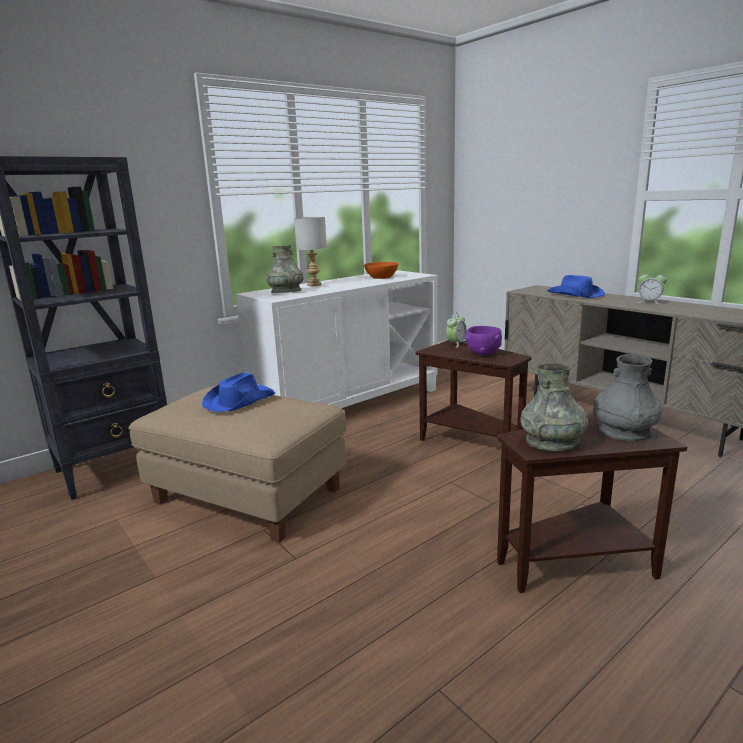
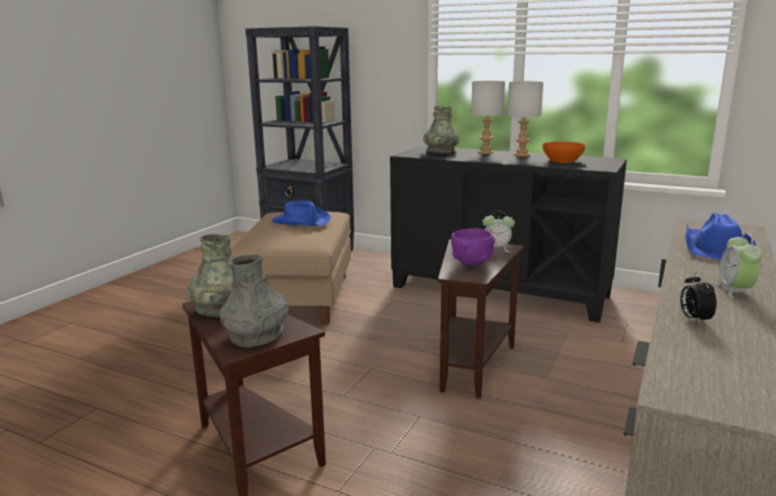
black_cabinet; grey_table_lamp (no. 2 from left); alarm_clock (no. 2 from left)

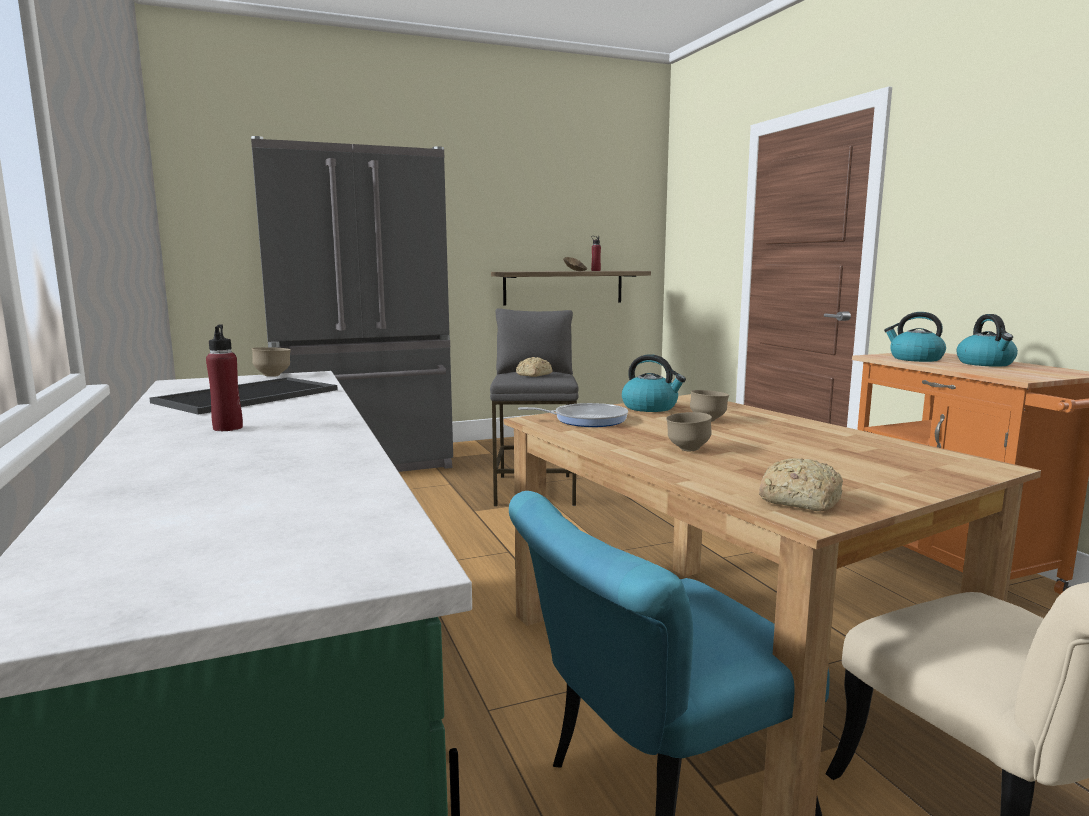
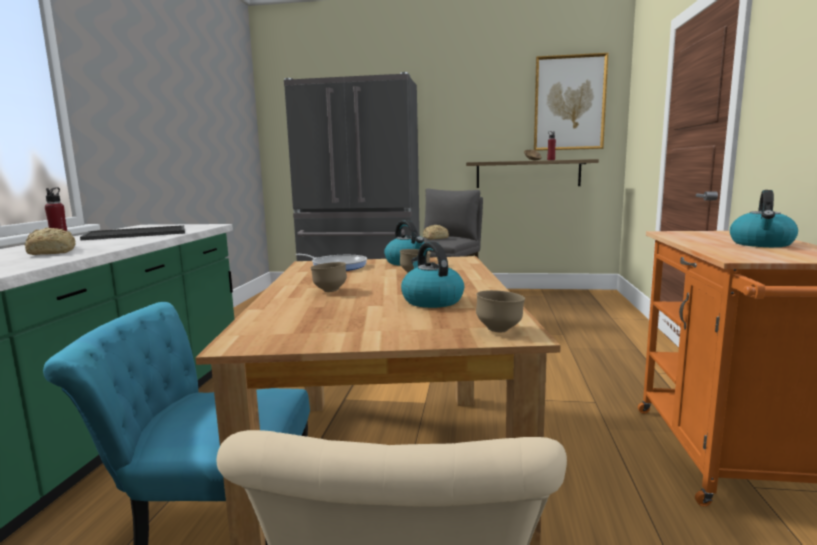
kettle (no. 2 from left); brown_bowl (no. 3 from left); bread (no. 1 from left); picture

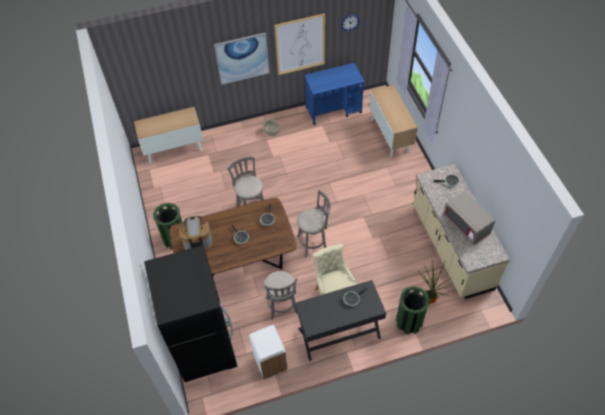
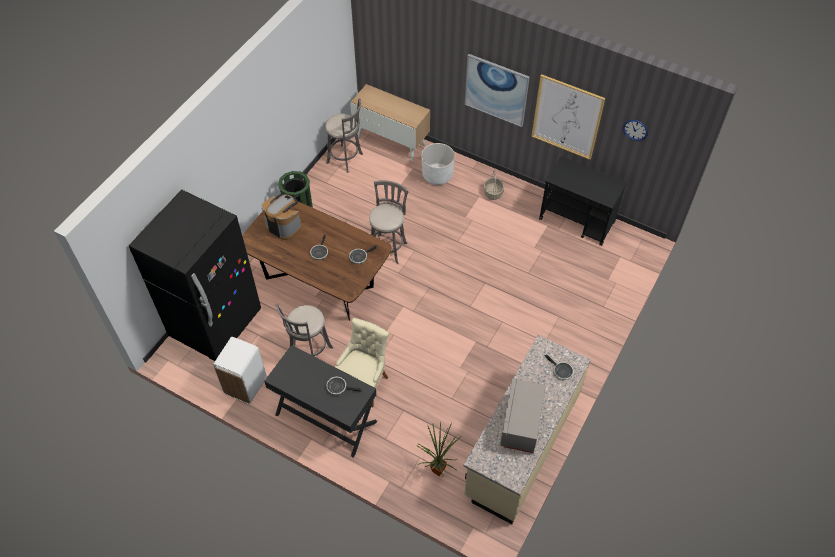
black_cart; cabinet (no. 2 from left in the first image); grey_stool (no. 2 from left); green_trash_can (no. 2 from left in the first image); white_planter

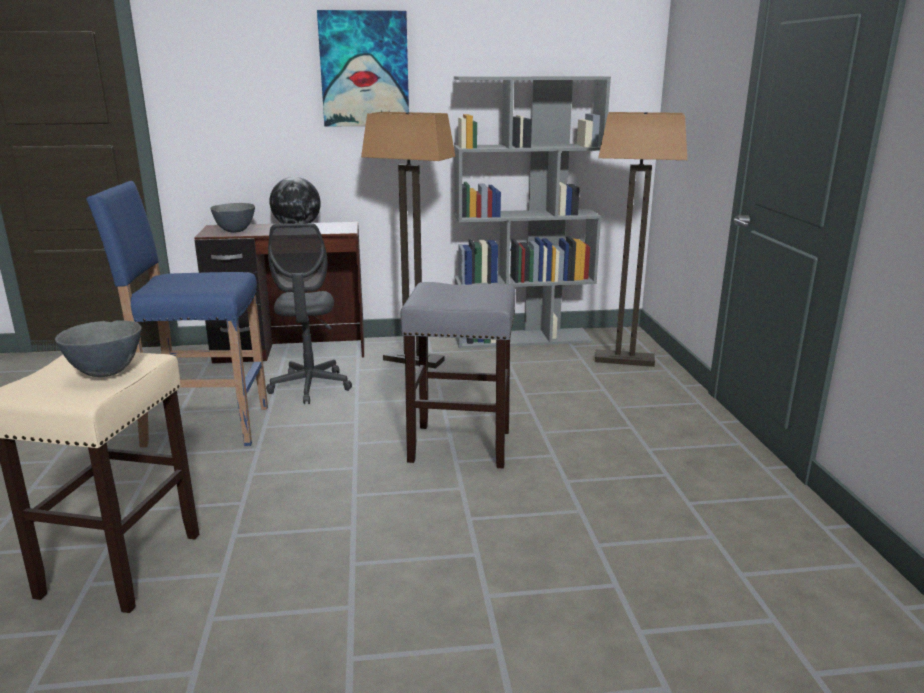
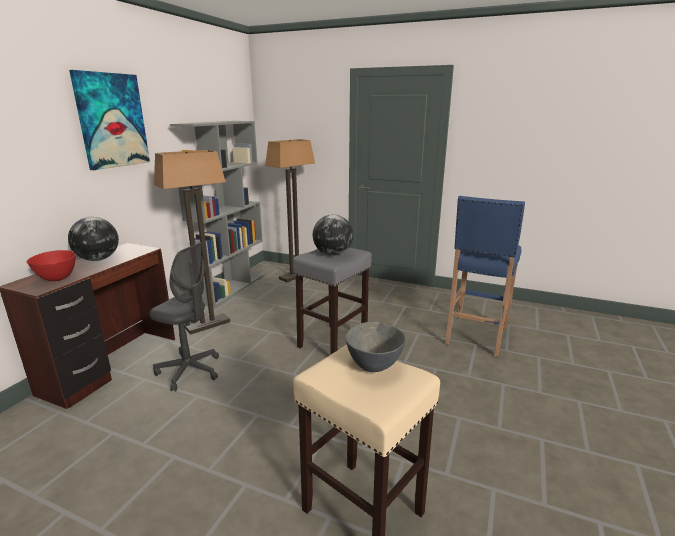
blue_stool; red_bowl; globe (no. 2 from left)

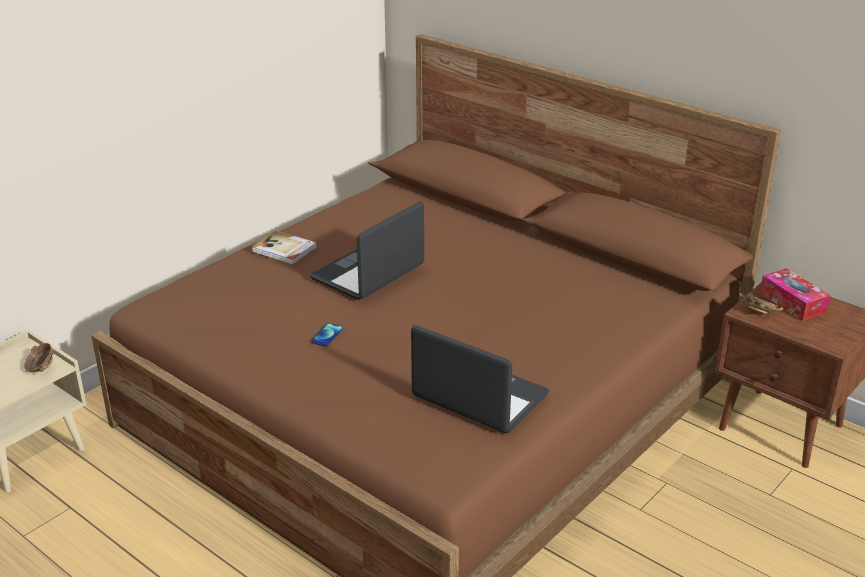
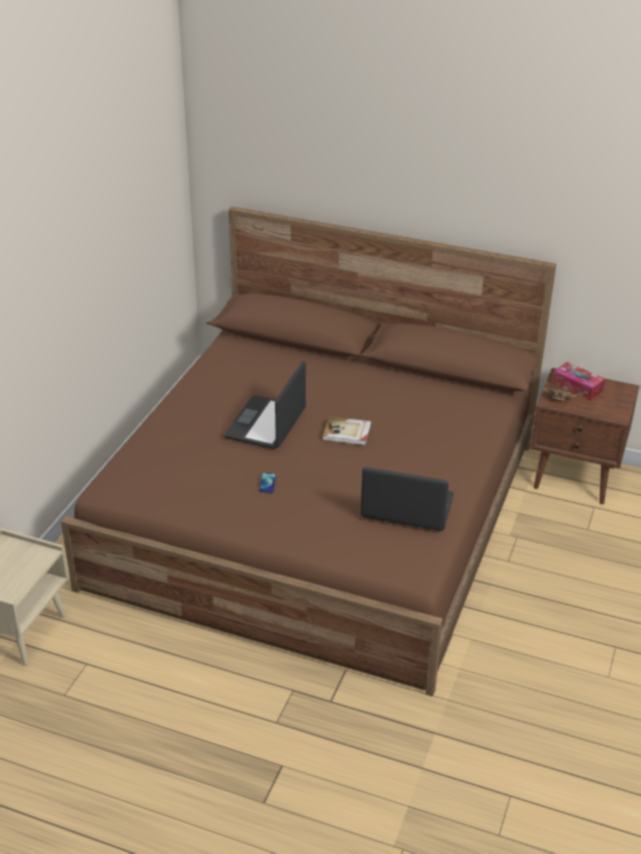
book; bowl (no. 1 from left in the first image)

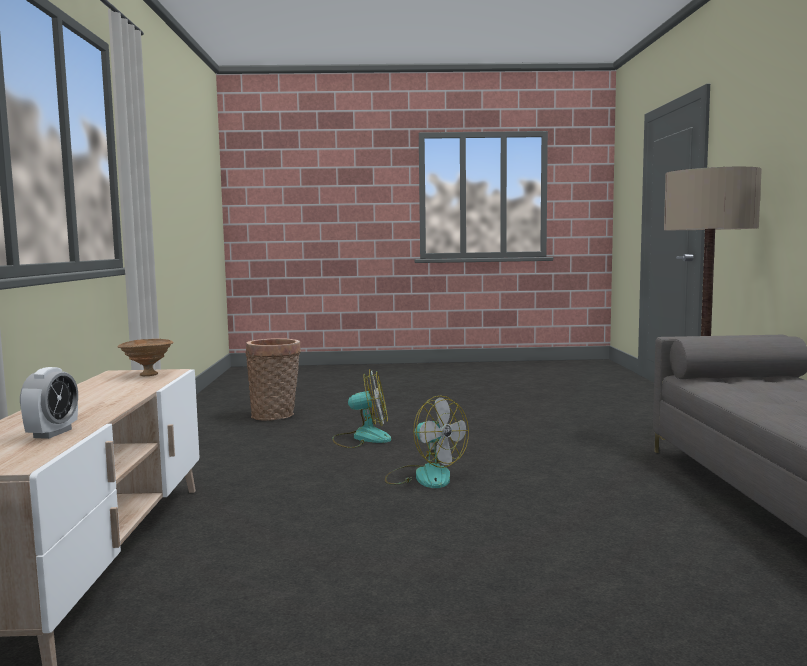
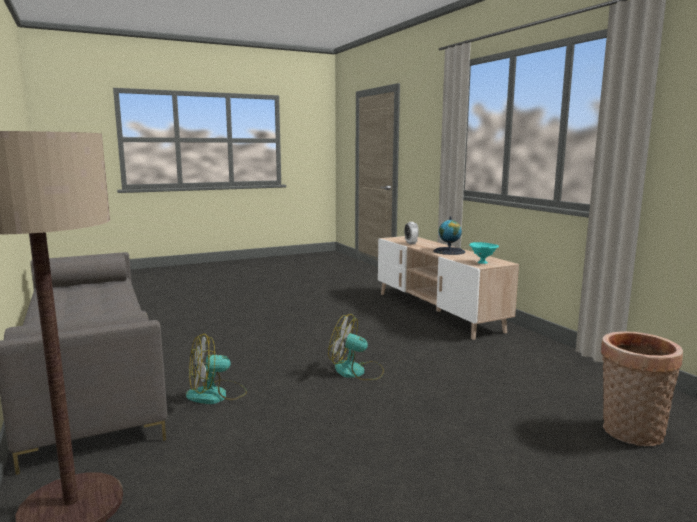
turquoise_bowl; fan (no. 1 from left); globe

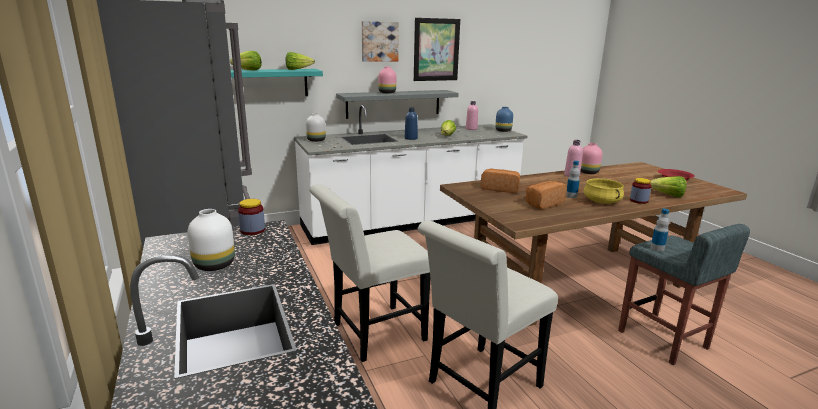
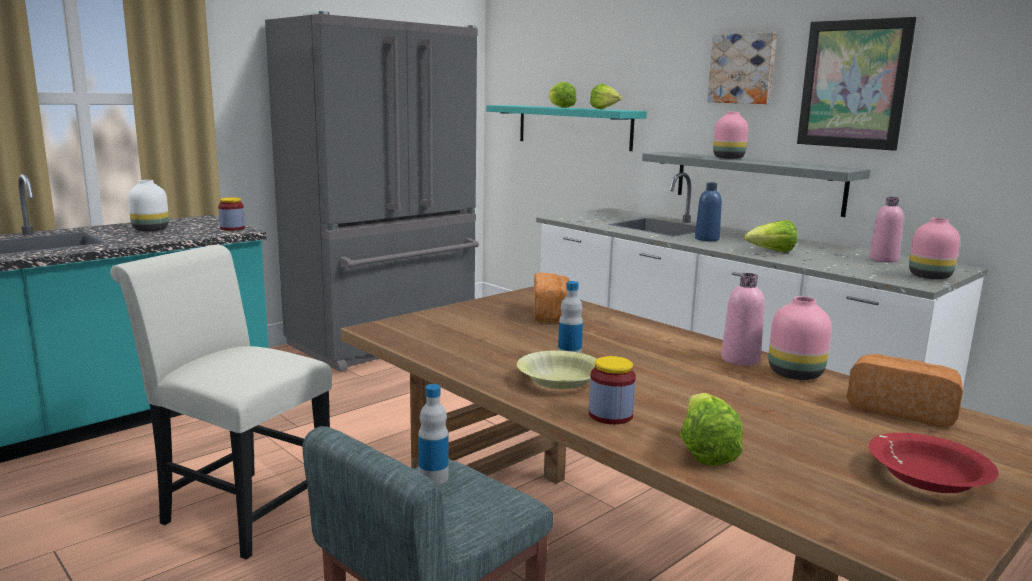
pink_vase (no. 3 from left); white_vase (no. 2 from left in the first image); yellow_bowl; bread (no. 2 from left); white_chair (no. 1 from left in the first image)

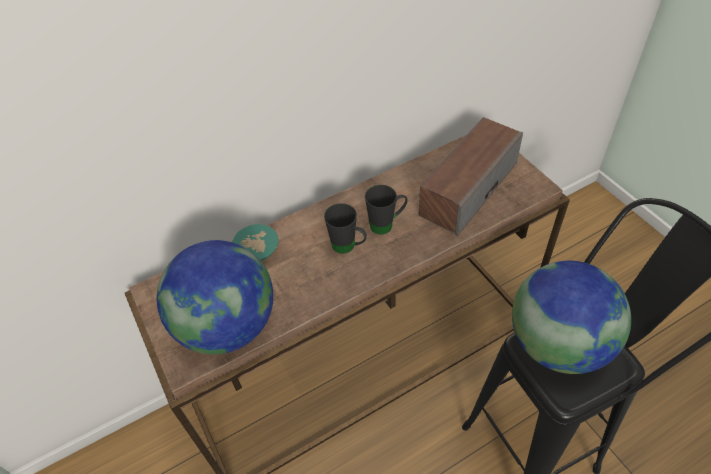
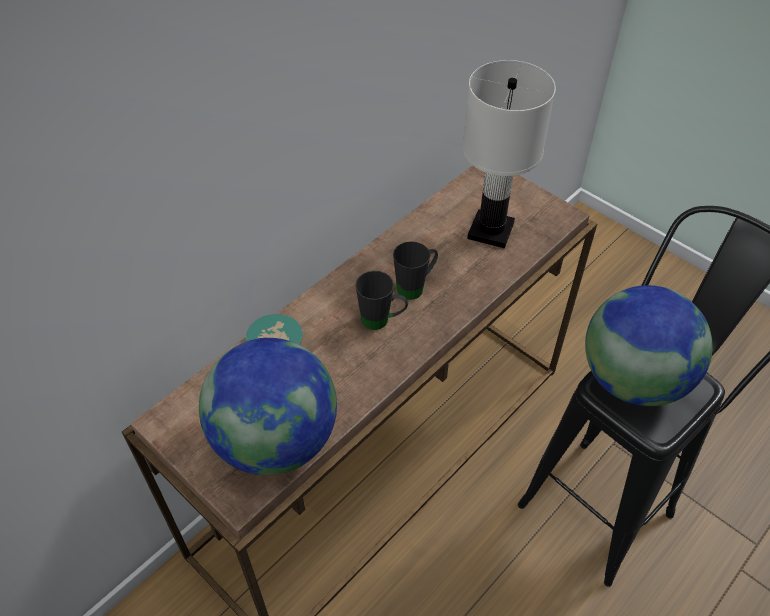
white_table_lamp

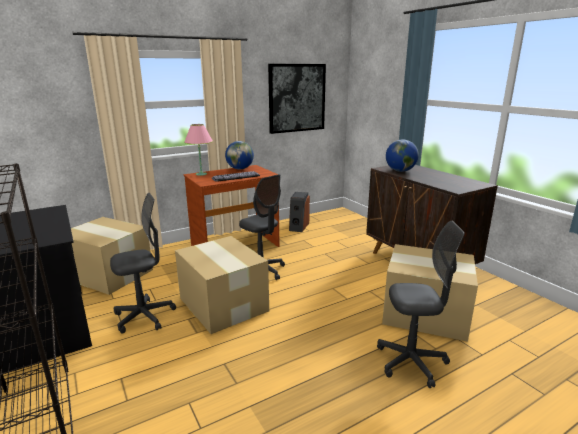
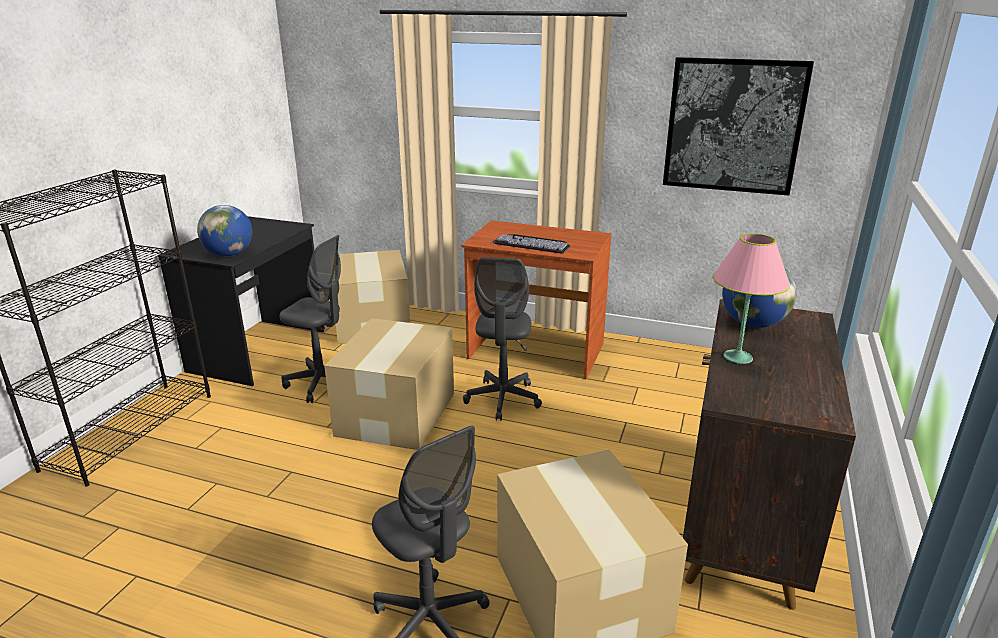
pink_table_lamp; globe (no. 1 from left); speaker

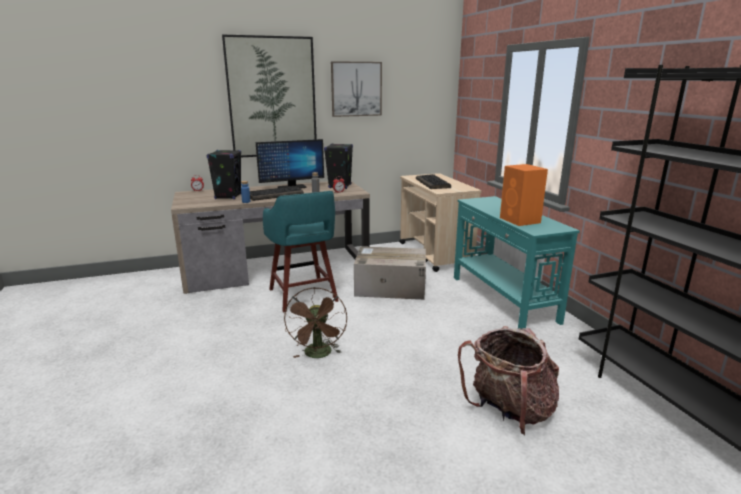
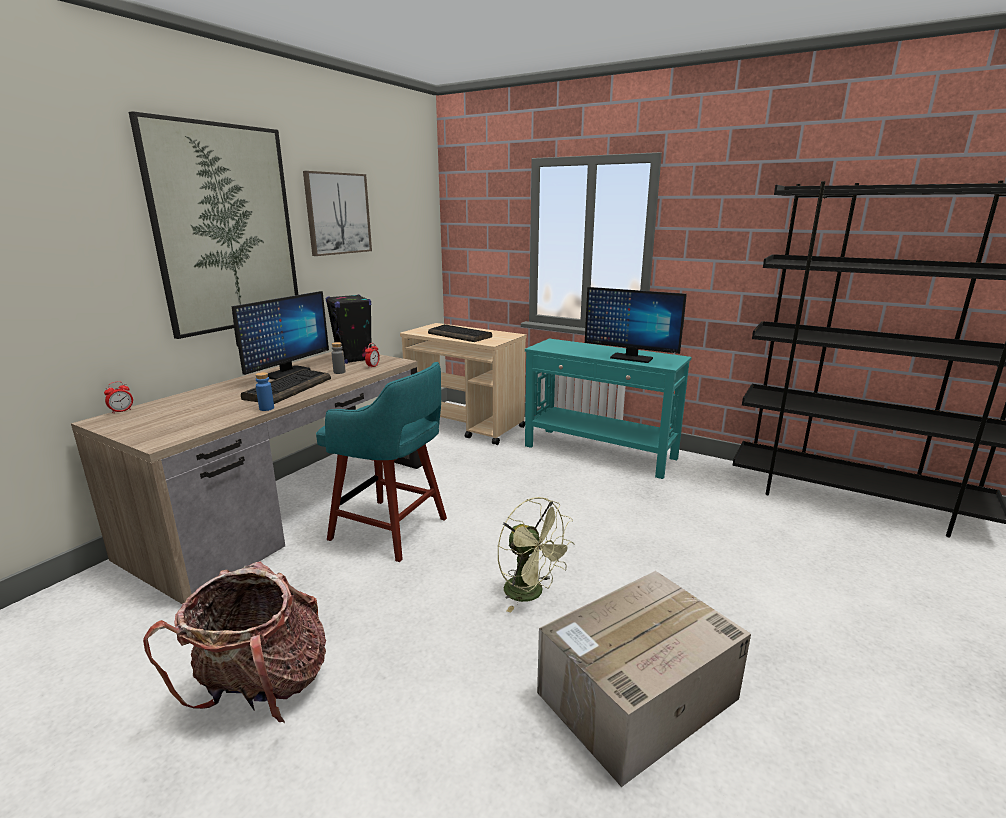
black_speaker (no. 1 from left in the first image); monitor (no. 2 from left); cardboard_box; green_fan; backpack

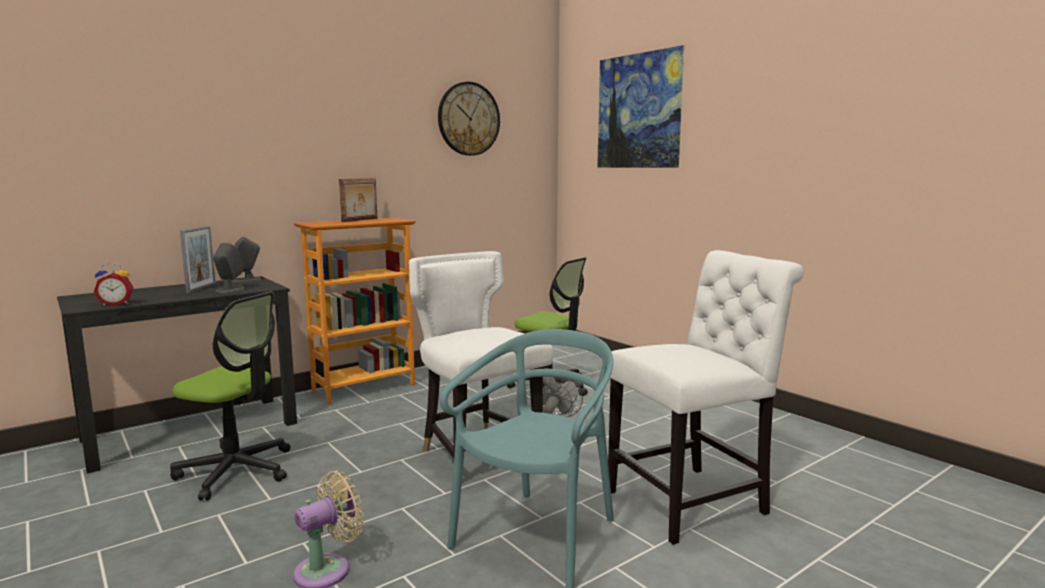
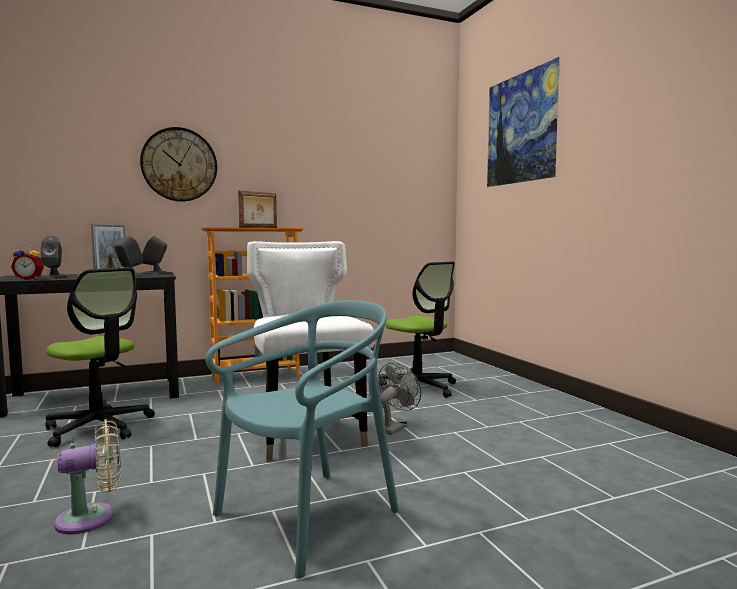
wall_clock; white_chair (no. 2 from left in the first image); grey_speaker (no. 1 from left)

